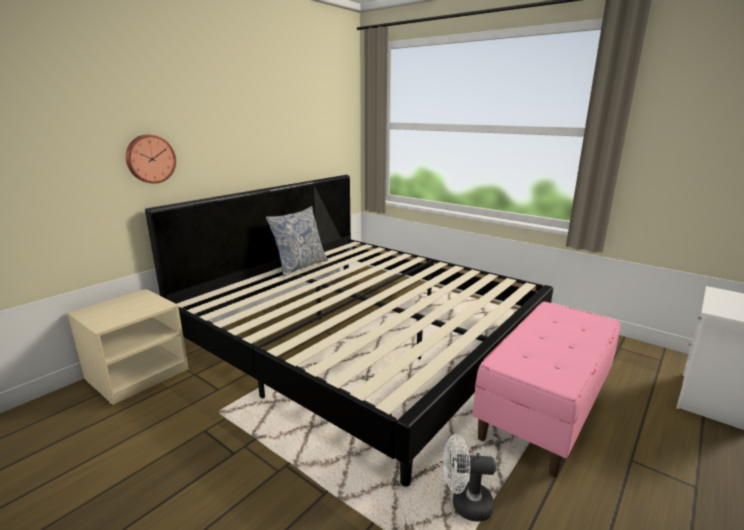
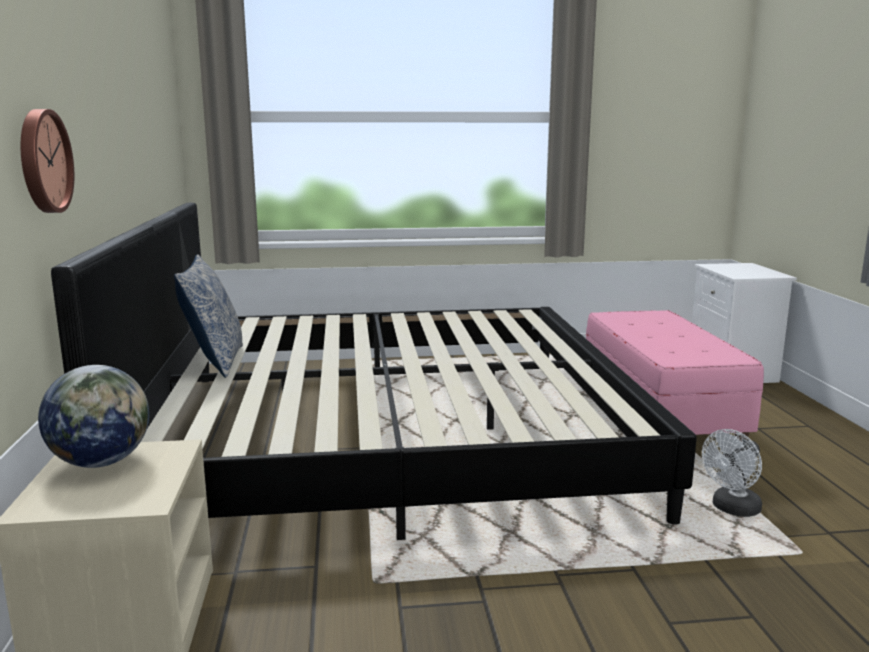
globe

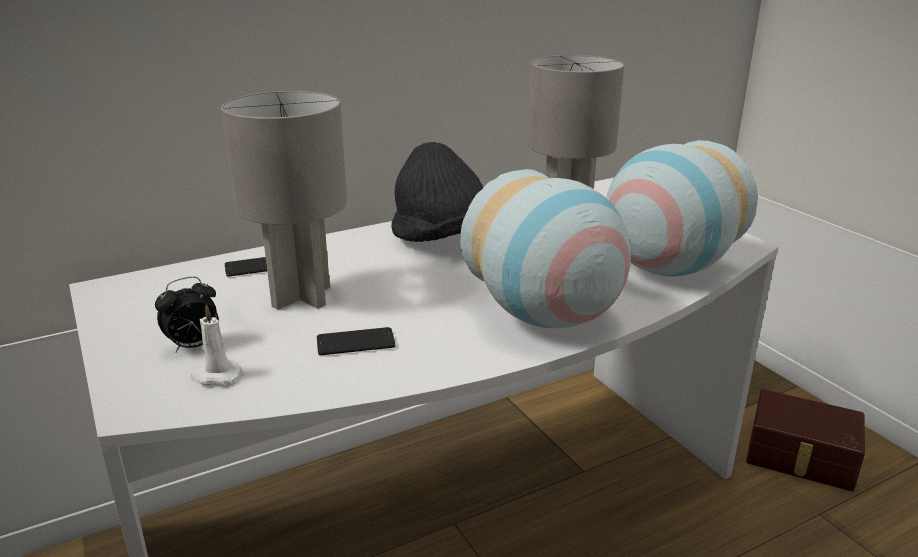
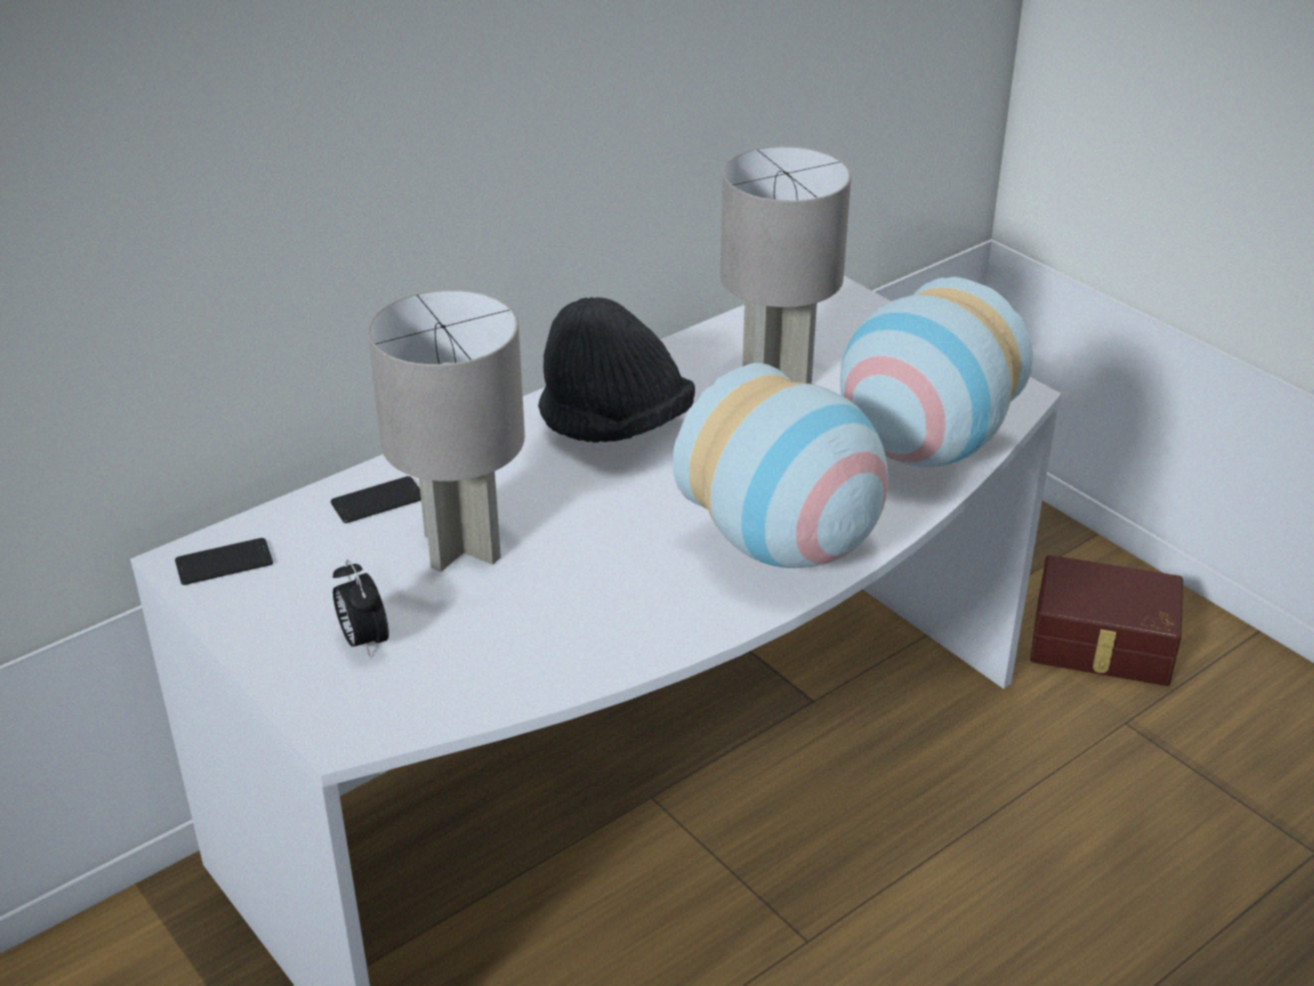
alarm_clock; white_candle; phone (no. 1 from left)

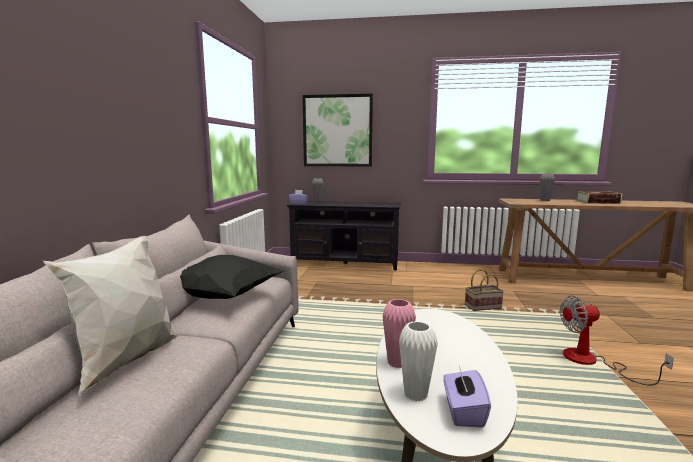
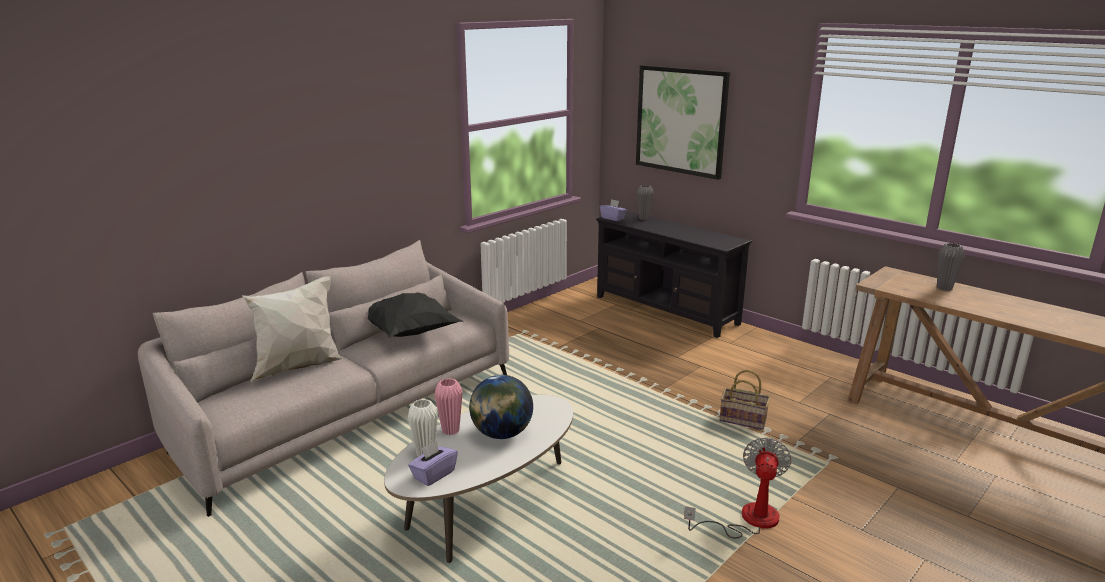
book; fan; globe

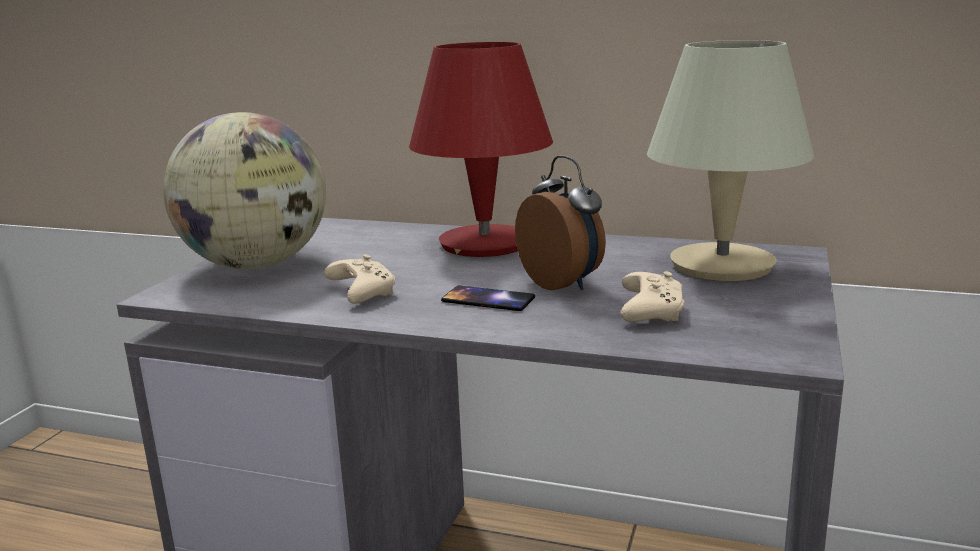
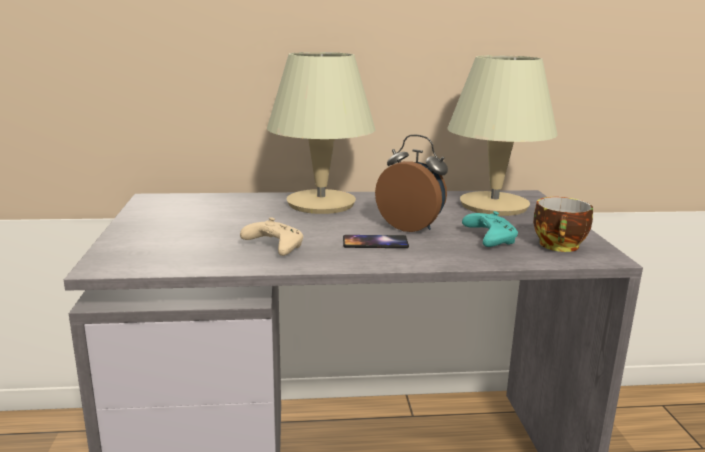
beige_table_lamp (no. 1 from left); globe; turquoise_game_controller; cup

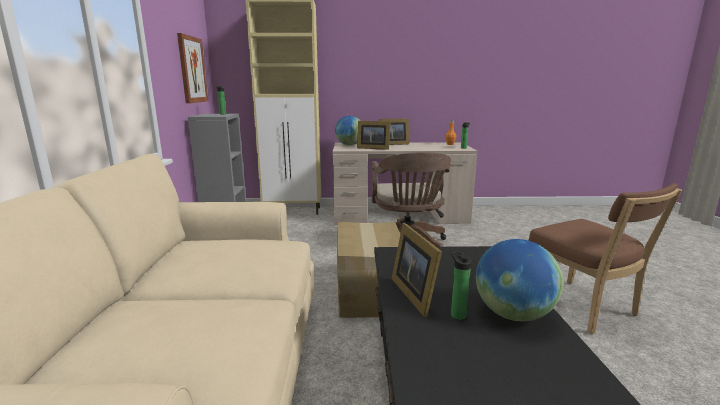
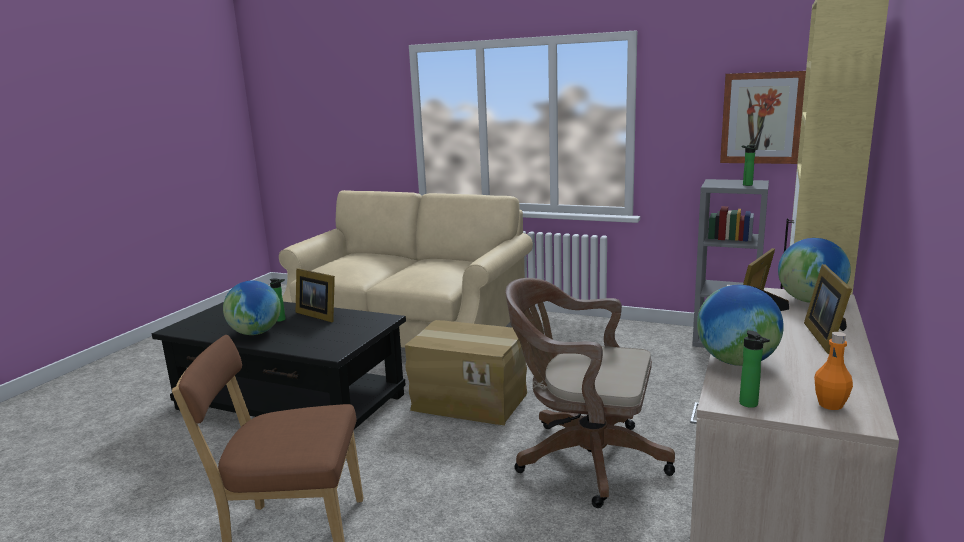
picture_frame (no. 1 from left); globe (no. 2 from left)

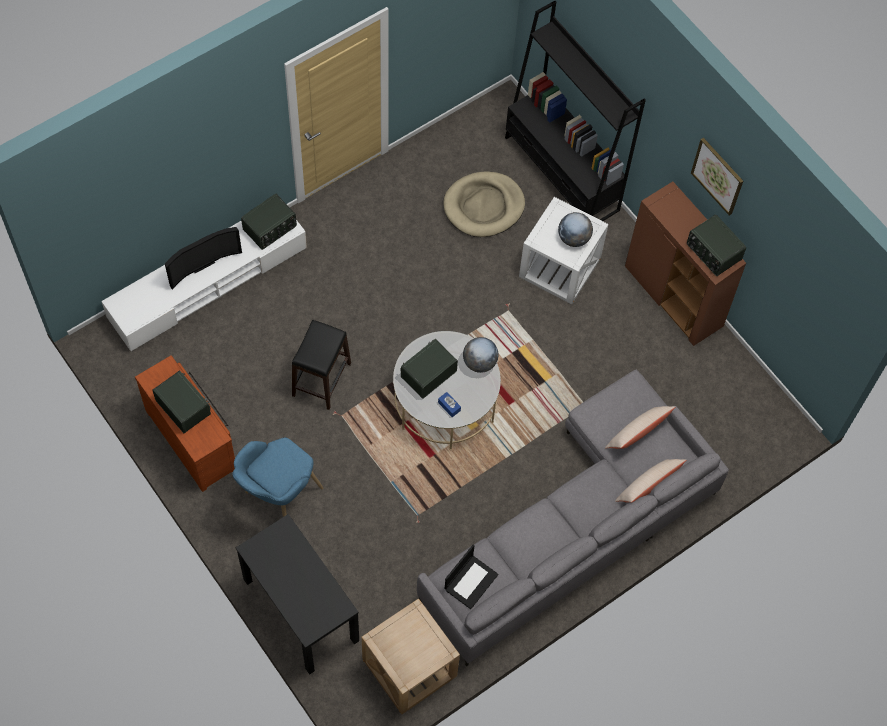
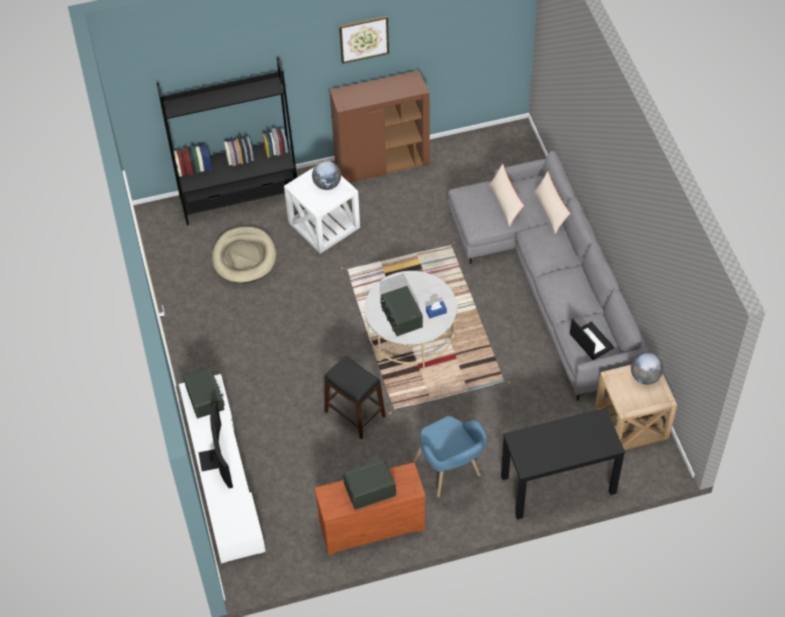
radio (no. 4 from left in the first image); globe (no. 2 from left)

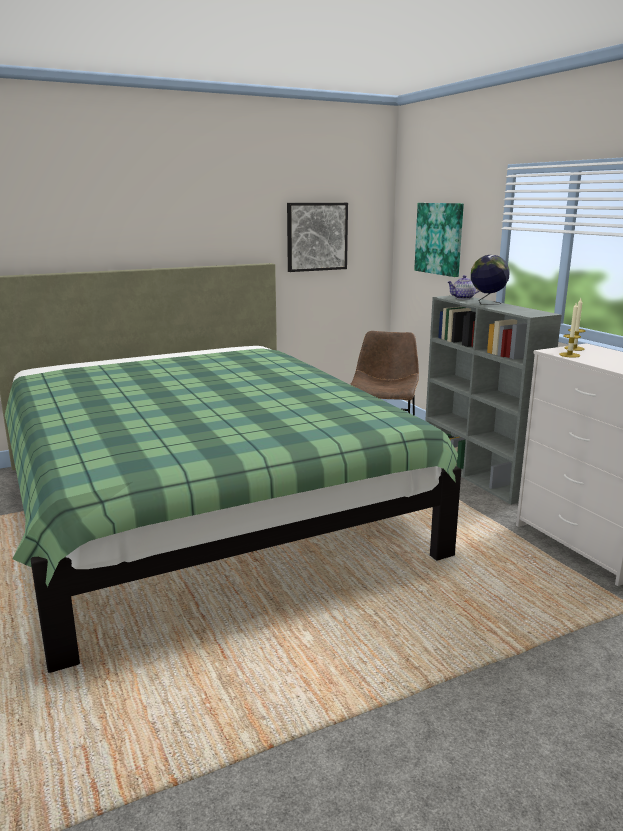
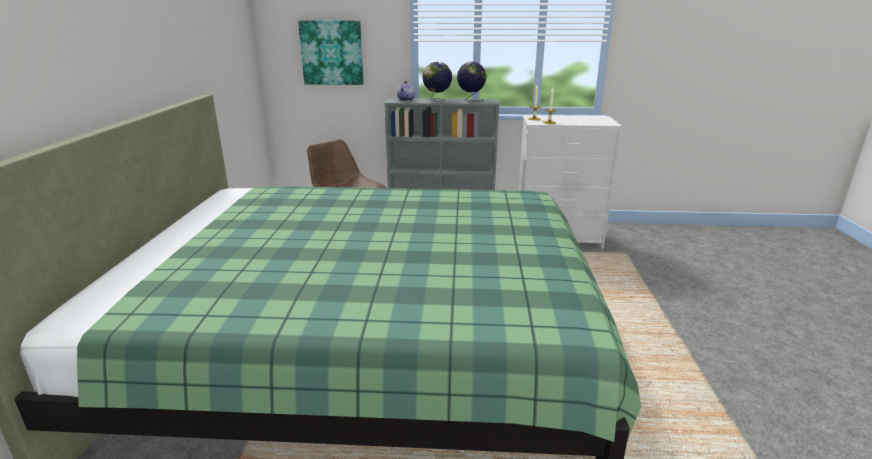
picture (no. 1 from left in the first image); globe (no. 2 from left)

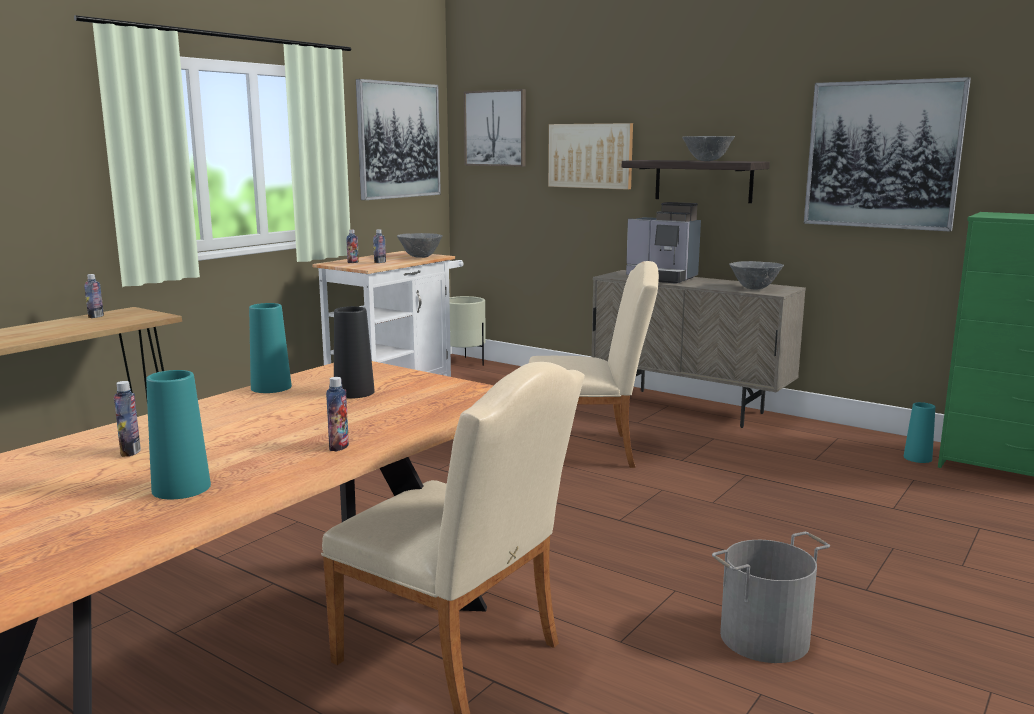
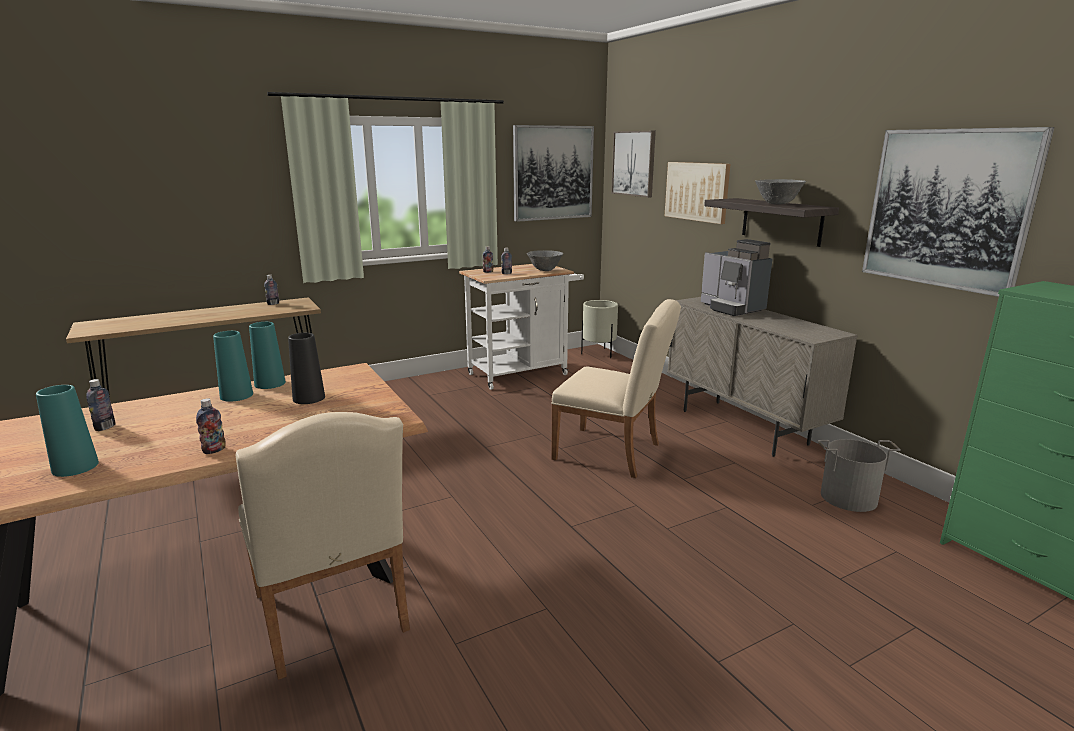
grey_bowl (no. 3 from left in the first image); turquoise_vase (no. 2 from left); grey_bucket

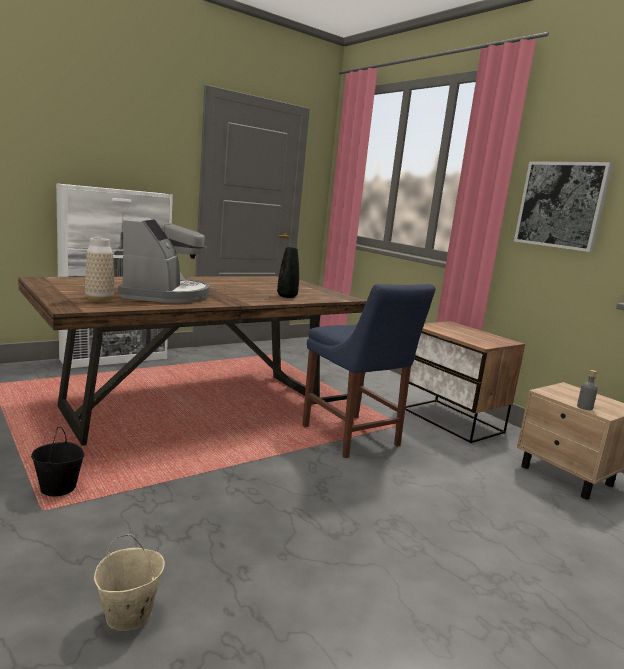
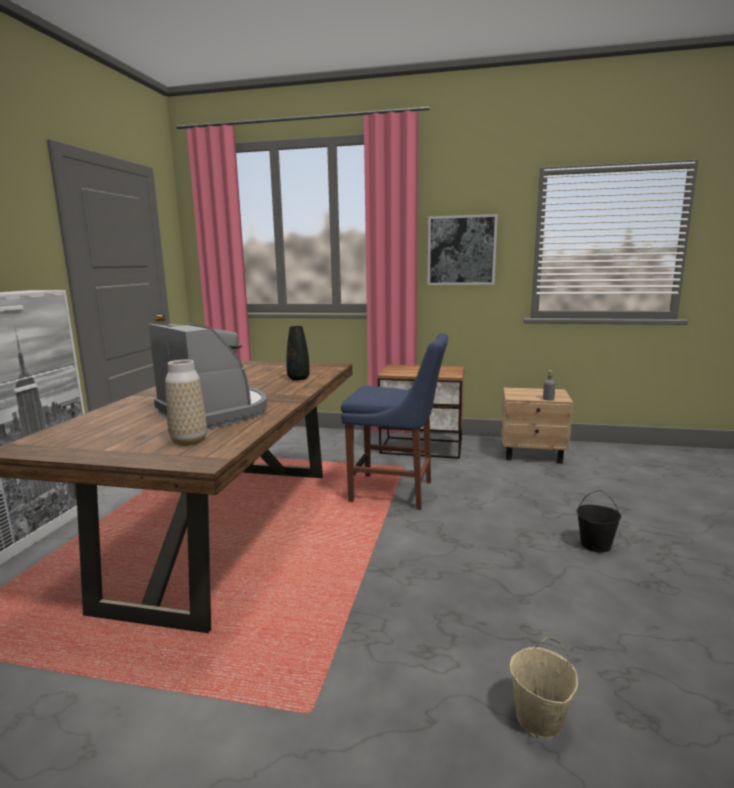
black_bucket

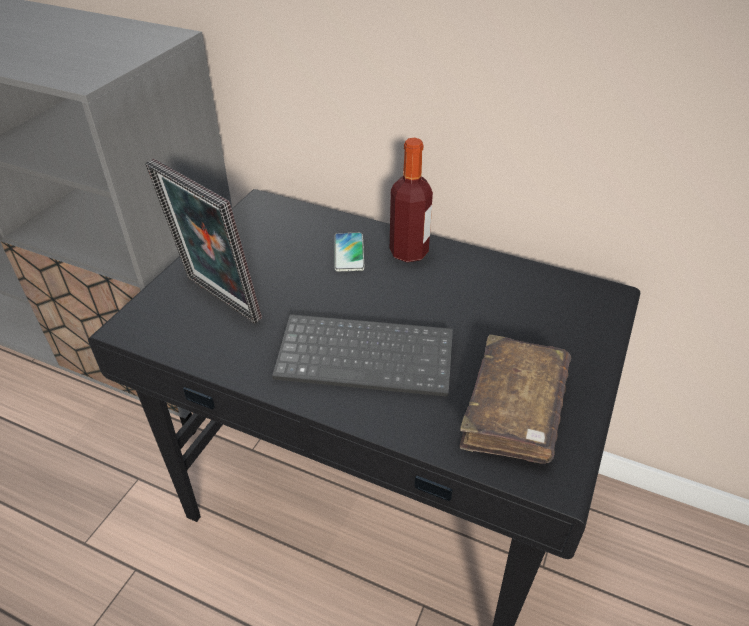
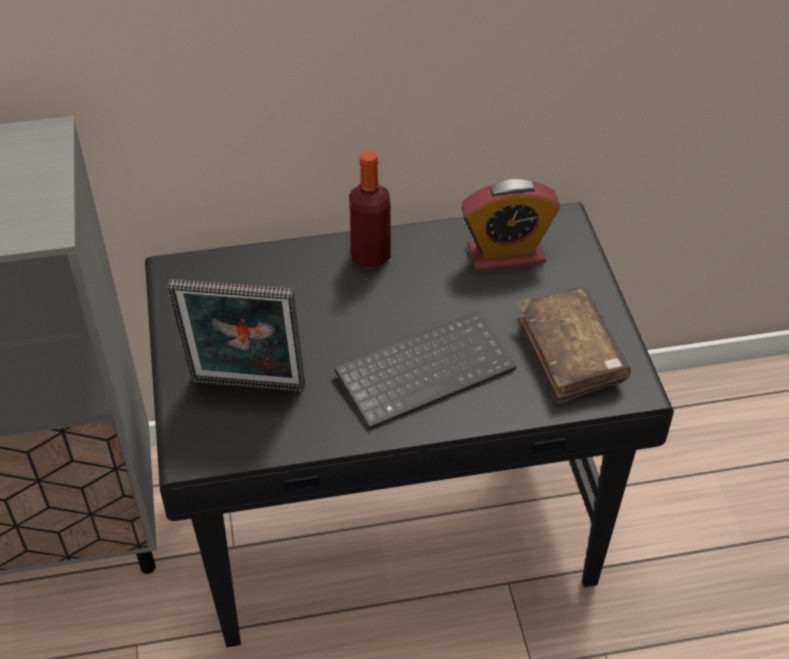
phone; alarm_clock

